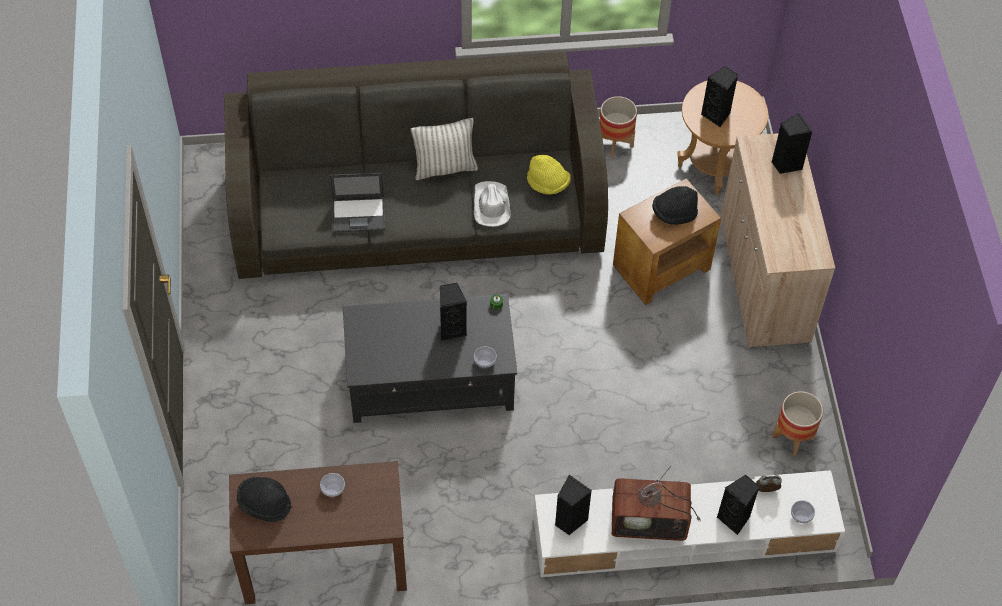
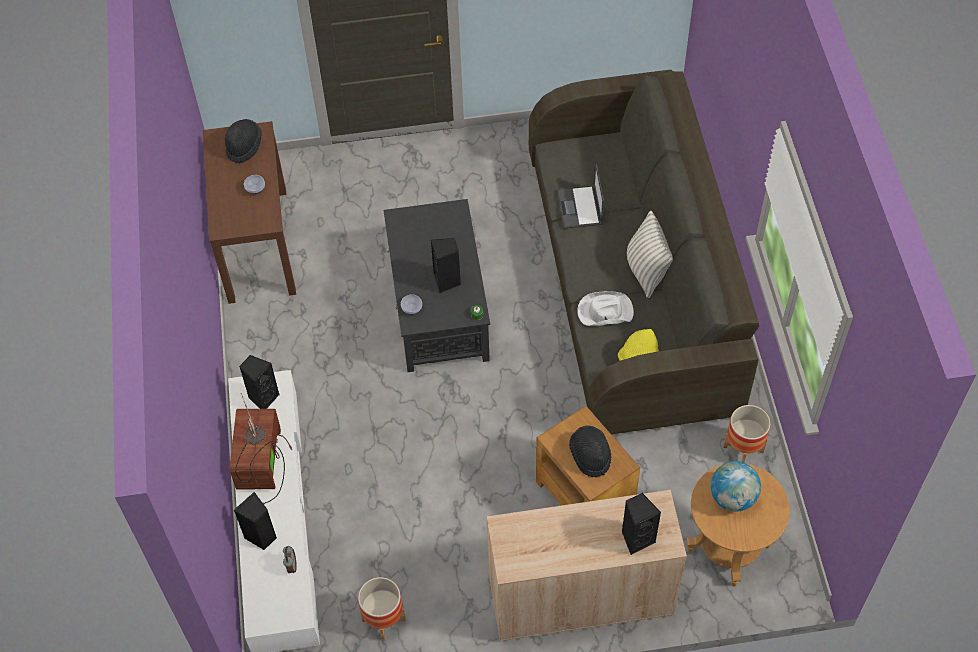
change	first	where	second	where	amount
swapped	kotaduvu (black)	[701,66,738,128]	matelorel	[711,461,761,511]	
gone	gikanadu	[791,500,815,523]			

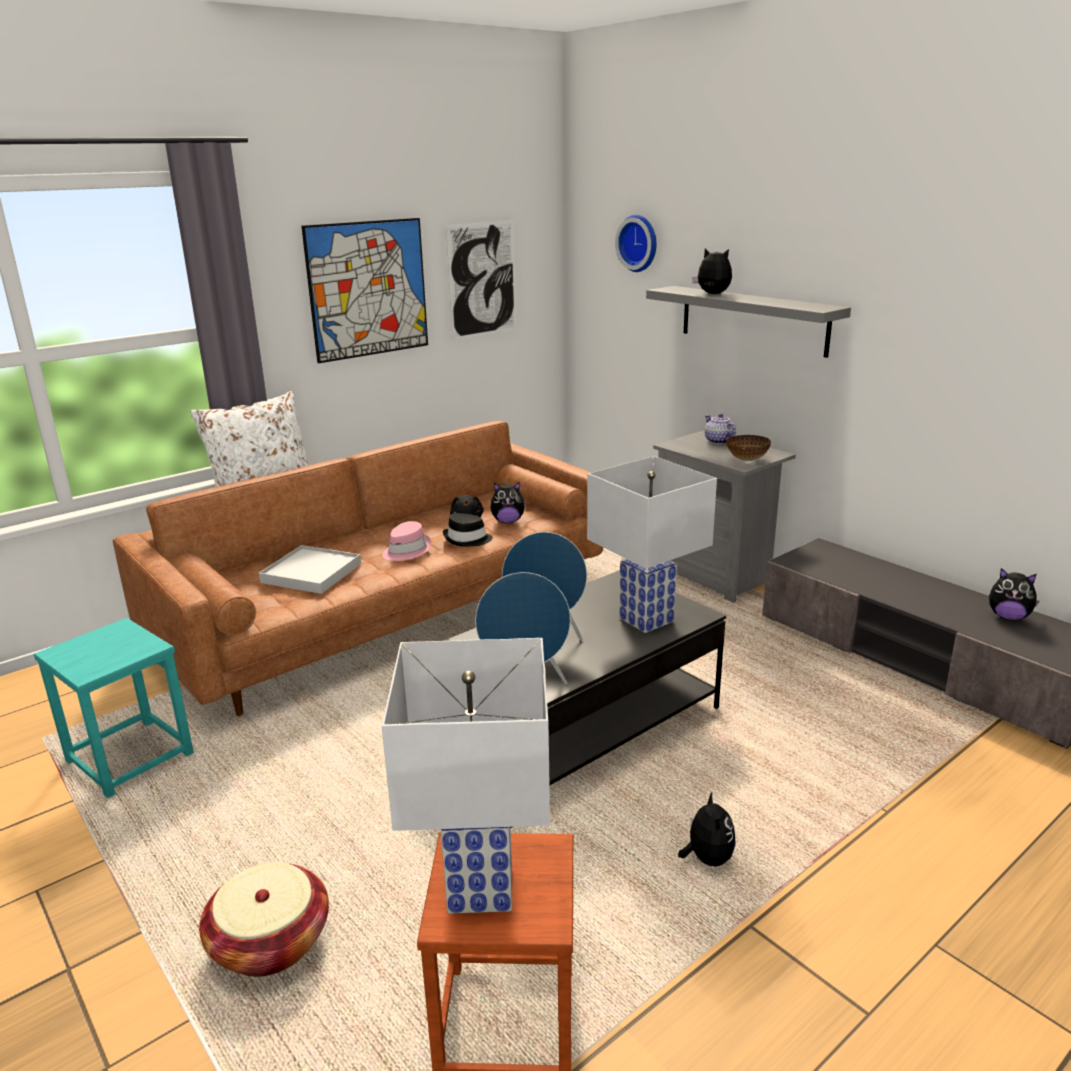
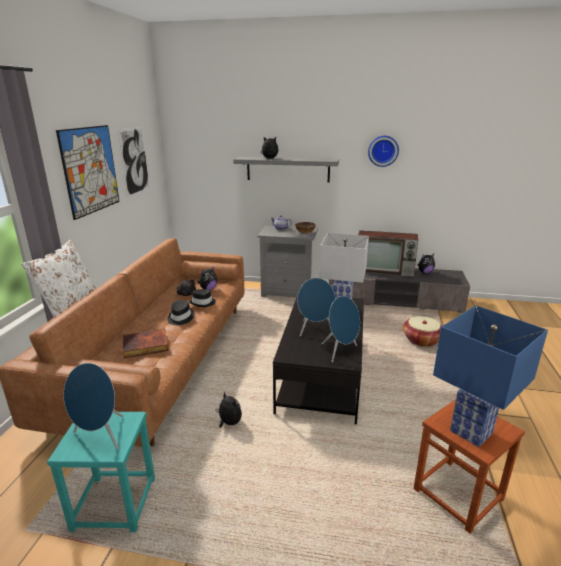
change	first	where	second	where	amount
shifted	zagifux	[199,862,329,977]		[403,316,442,347]	
swapped	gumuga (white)	[259,545,361,594]	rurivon	[123,329,169,358]	
repainted	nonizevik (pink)	[382,521,431,561]	nonizevik (black)	[168,300,194,325]	
repainted	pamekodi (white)	[382,638,550,914]	pamekodi (blue)	[433,306,548,447]	
shifted	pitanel	[615,215,656,272]		[368,136,399,167]	
shifted	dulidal	[678,792,736,866]		[216,392,242,428]	
new			kotaduvu (blue)	[63,363,124,450]	
new			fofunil	[358,230,418,277]	

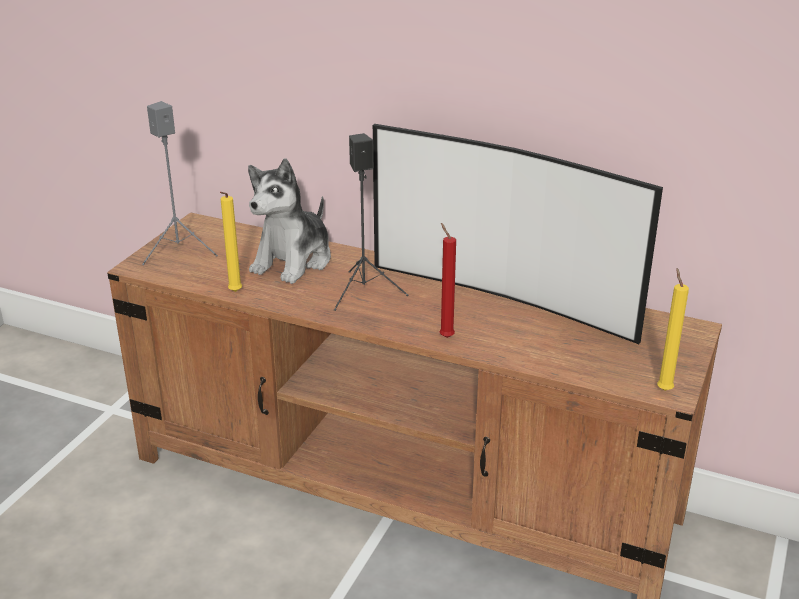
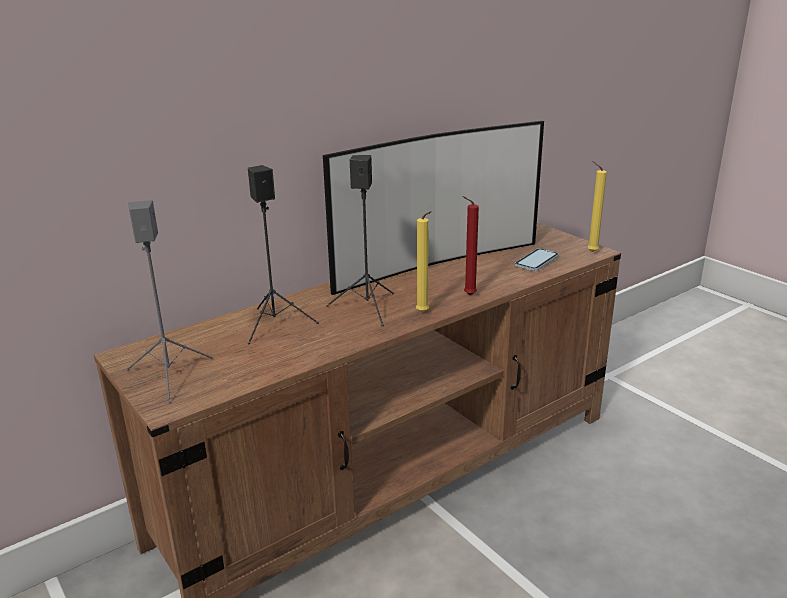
change	first	where	second	where	amount
shifted	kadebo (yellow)	[220,192,242,292]		[416,211,432,313]	
swapped	dulidal	[248,158,331,284]	kotaduvu (black)	[248,165,319,344]	
new			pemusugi	[515,248,559,271]	

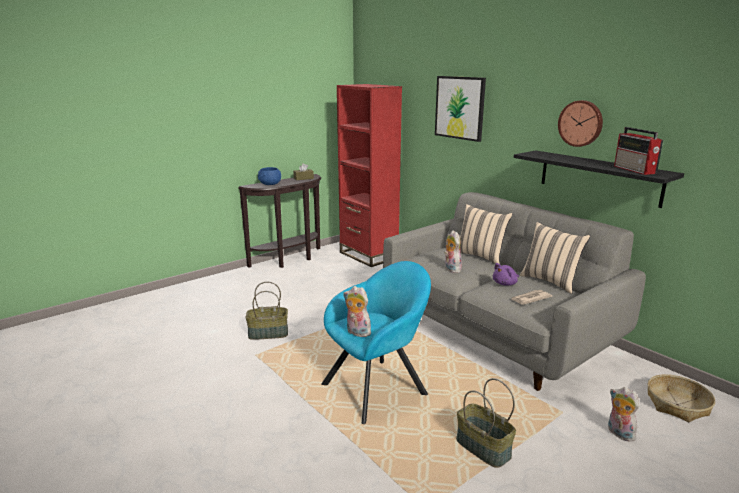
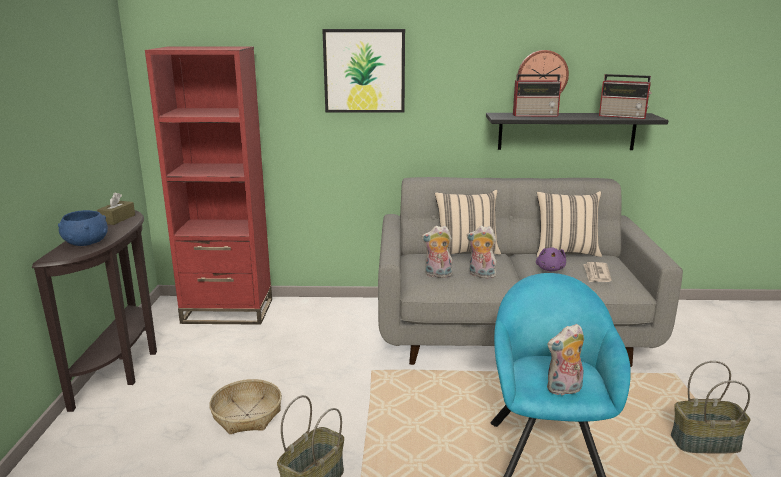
change	first	where	second	where	amount
shifted	dulidal	[608,387,639,442]		[421,226,453,278]	
shifted	zagifux	[648,374,715,422]		[209,379,282,434]	
new			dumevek	[513,74,562,116]	

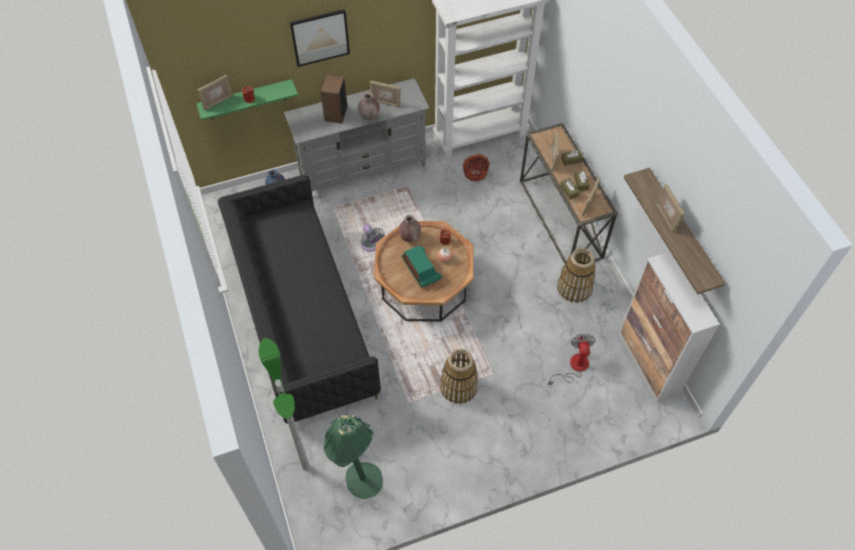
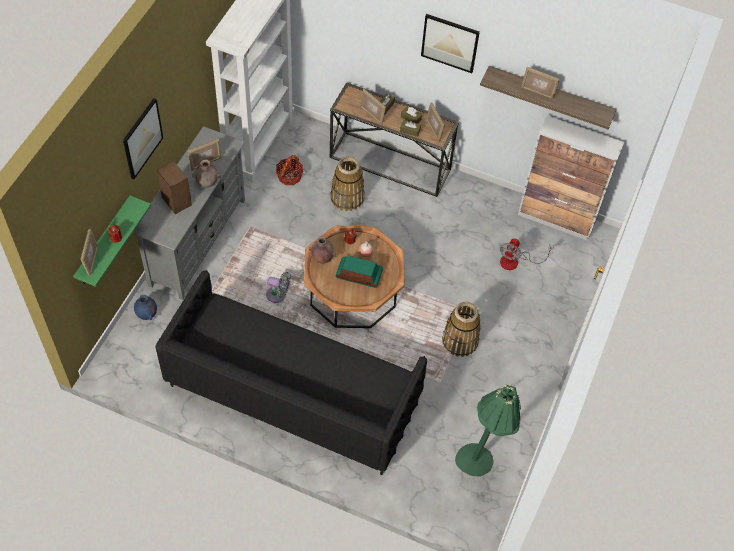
change	first	where	second	where	amount
gone	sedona	[259,338,310,471]			
rotated	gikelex	[548,334,596,385]		[500,238,554,270]	105 degrees counterclockwise
shifted	zagifux	[557,248,595,303]		[331,156,365,211]	
new			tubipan	[421,14,480,73]	

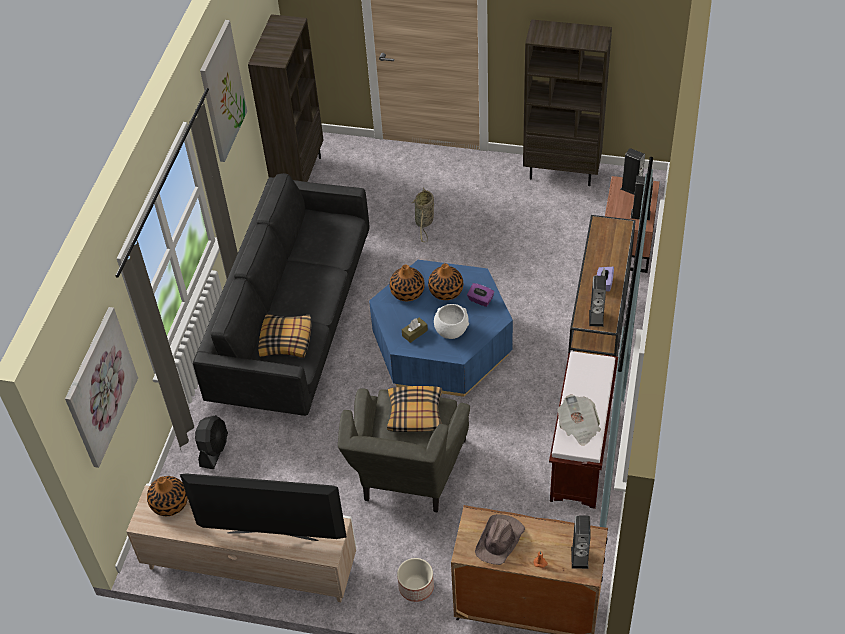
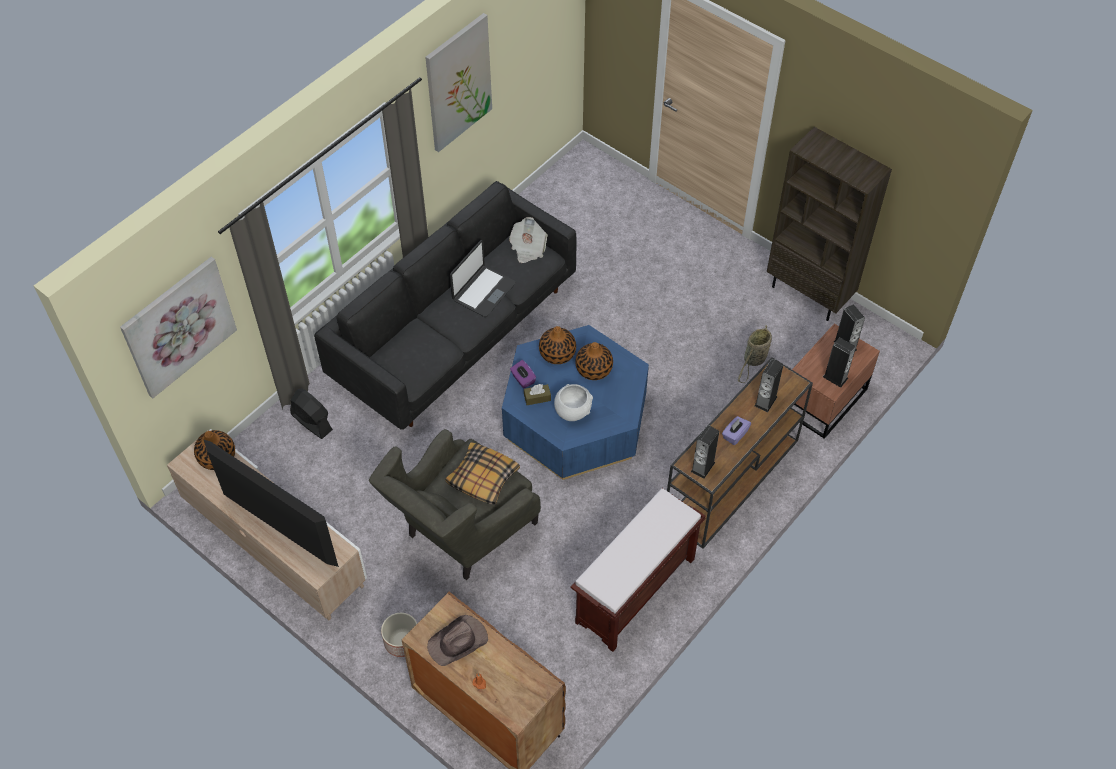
change	first	where	second	where	amount
rotated	gikelex (black)	[195,415,228,469]		[290,388,333,439]	90 degrees counterclockwise
gone	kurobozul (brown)	[248,14,324,182]			
gone	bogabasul	[258,314,311,358]			
shifted	zagifux	[412,187,434,242]		[738,325,772,383]	
shifted	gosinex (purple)	[467,283,494,307]		[510,360,536,389]	
shifted	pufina	[557,394,601,446]		[509,217,548,263]	
shifted	kotaduvu	[571,515,591,569]		[755,359,783,412]	
new			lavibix	[450,240,516,317]	

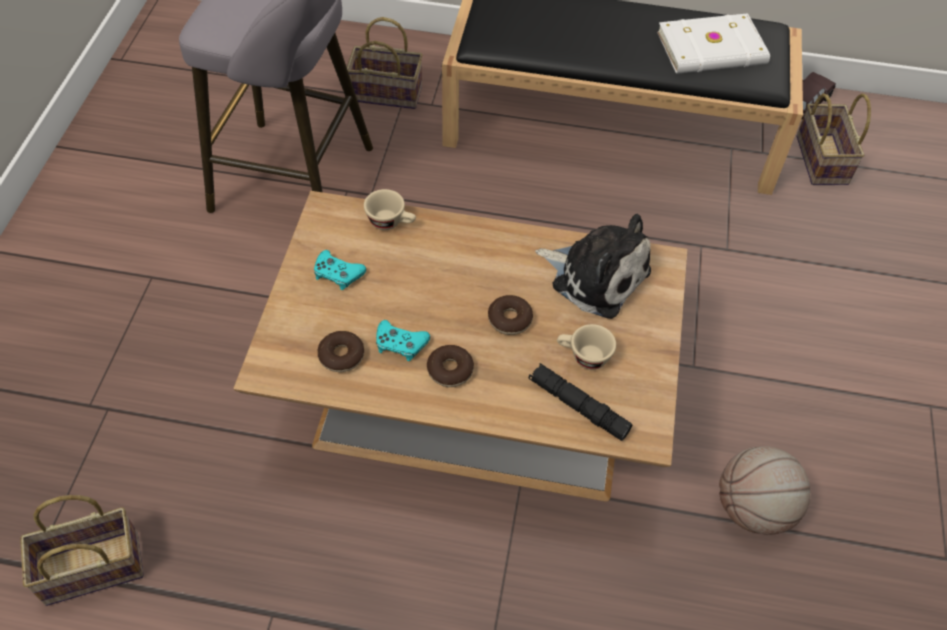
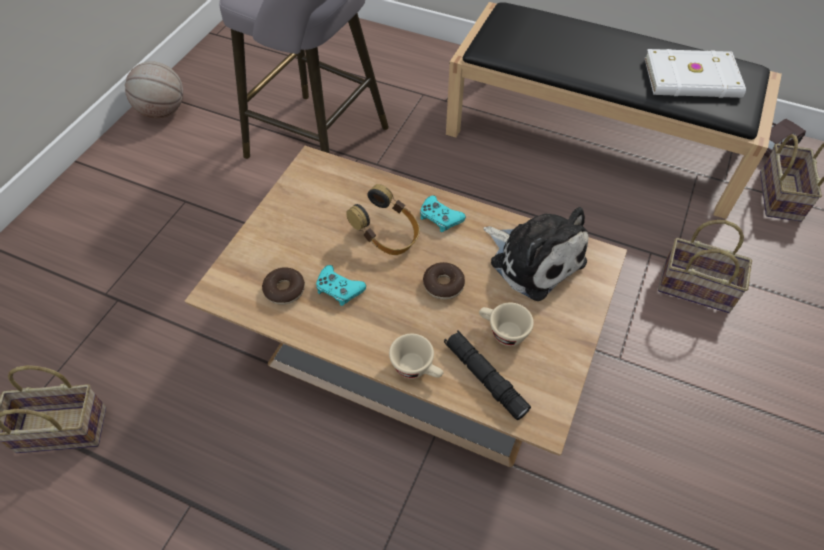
change	first	where	second	where	amount
shifted	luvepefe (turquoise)	[314,250,366,290]		[420,195,466,232]	
shifted	zagifux	[347,17,423,109]		[658,220,752,313]	
shifted	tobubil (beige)	[364,189,416,230]		[389,334,444,379]	
gone	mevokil	[427,345,474,387]			
shifted	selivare	[719,446,810,535]		[125,61,183,118]	
new			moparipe	[346,184,420,255]	

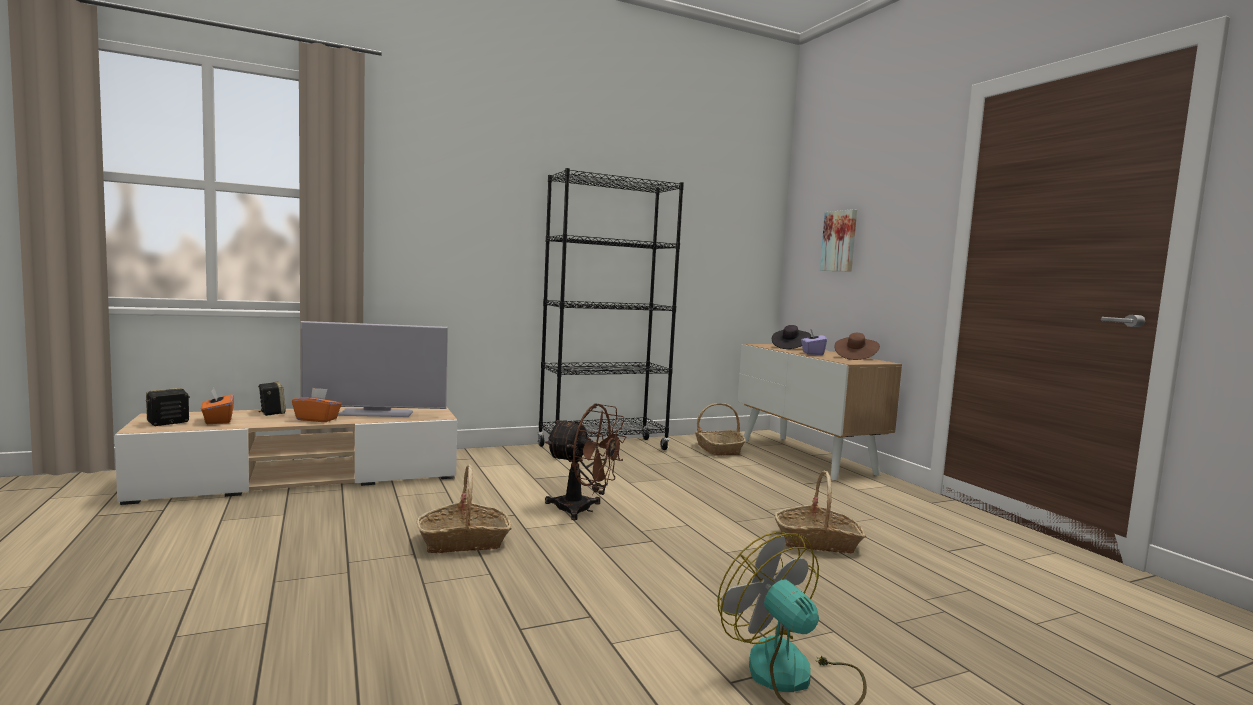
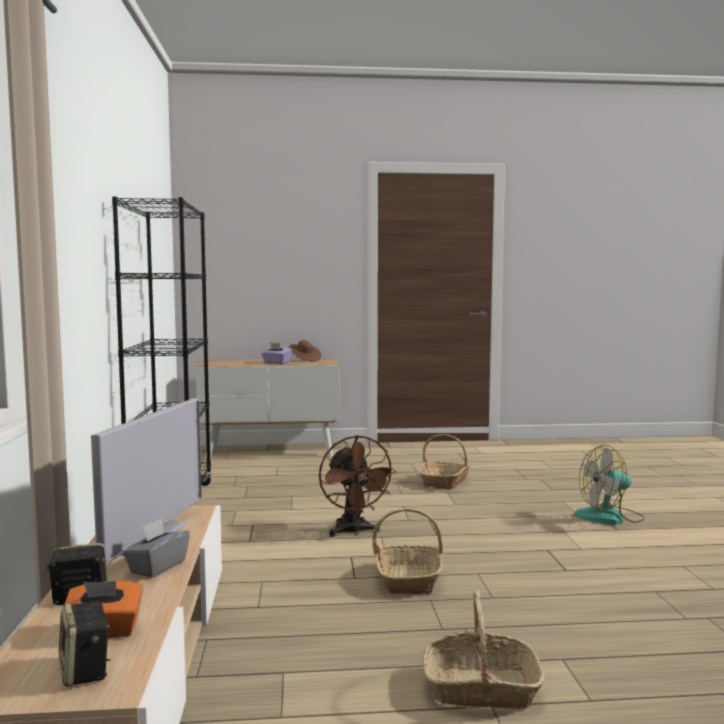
change	first	where	second	where	amount
repainted	gosinex (orange)	[292,388,342,422]	gosinex (grey)	[123,519,190,578]	
rotated	gikelex (brown)	[545,403,627,520]		[319,435,396,537]	120 degrees clockwise
shifted	zagifux	[695,403,746,456]		[422,590,545,709]	
gone	nonizevik (black)	[772,325,811,349]			
gone	tubipan	[820,209,857,271]			

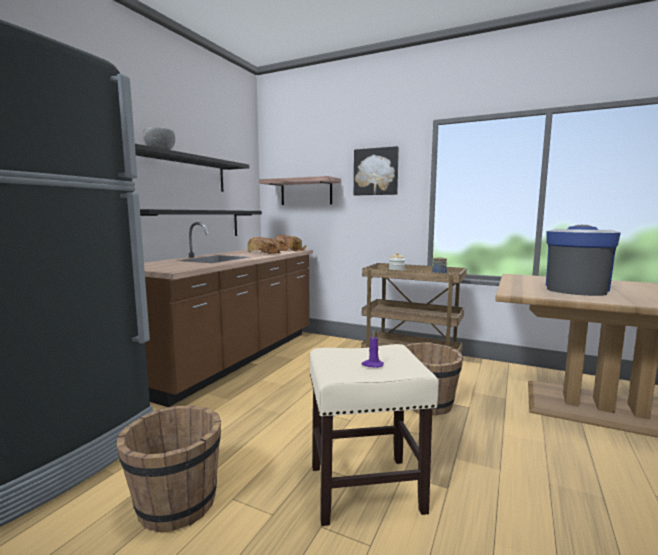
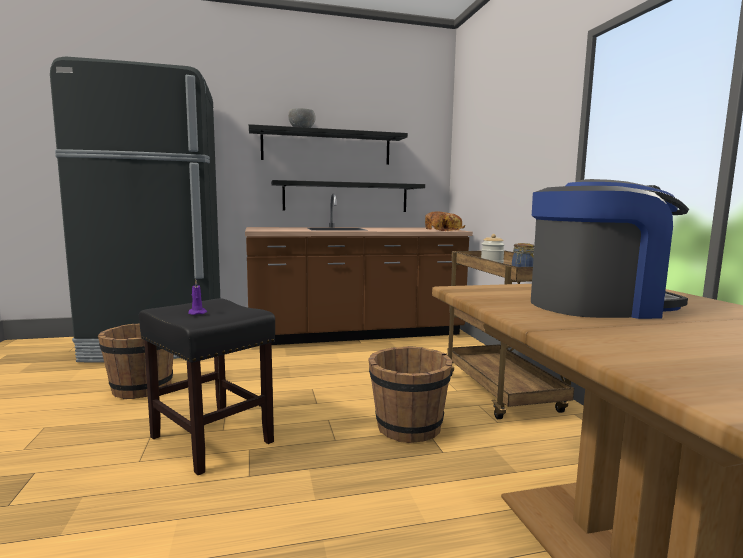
change	first	where	second	where	amount
gone	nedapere	[247,237,281,254]			
gone	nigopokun	[259,176,341,205]			
repainted	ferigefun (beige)	[310,344,439,526]	ferigefun (black)	[139,298,275,475]	
gone	tubipan	[354,146,399,195]			

